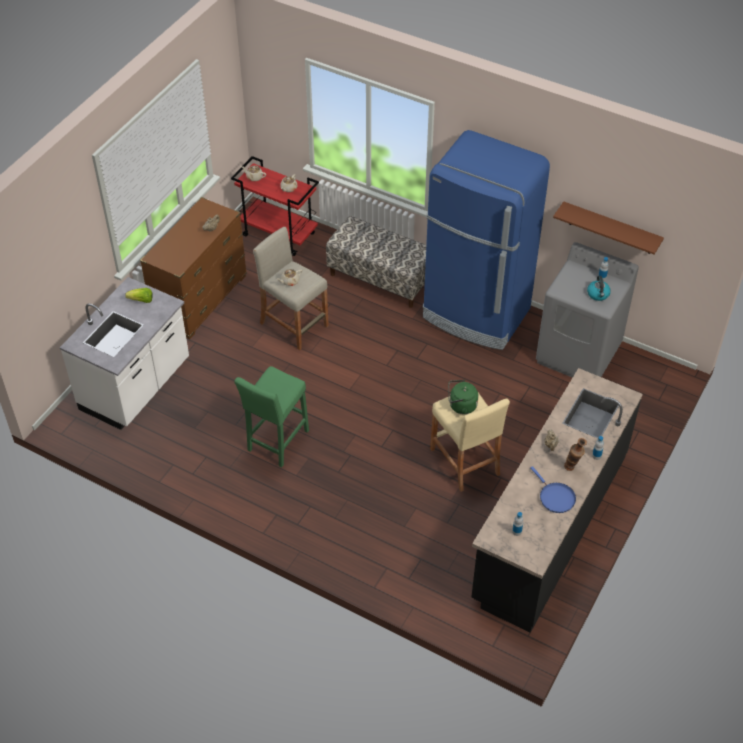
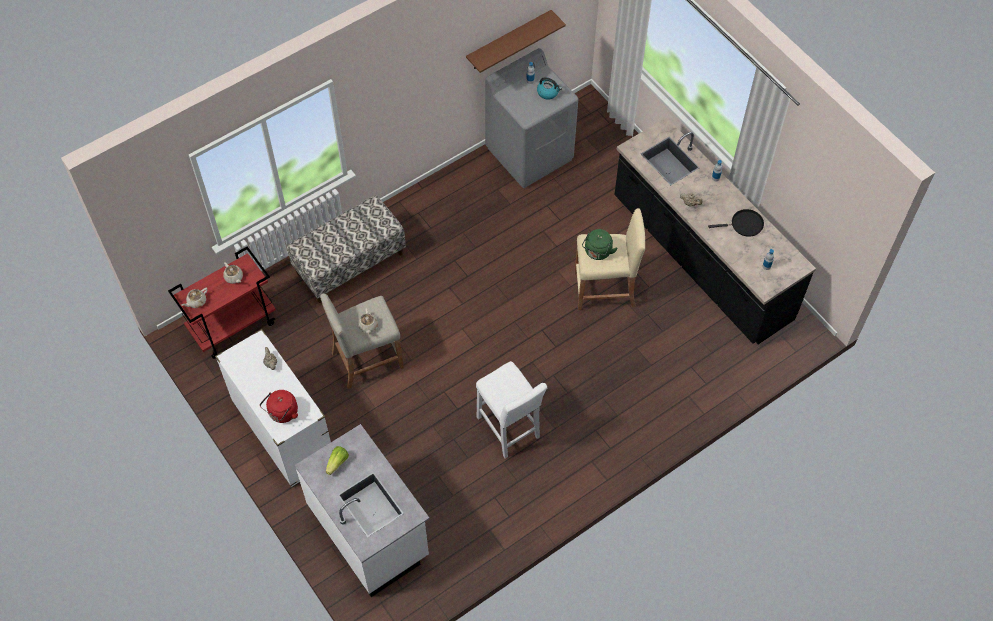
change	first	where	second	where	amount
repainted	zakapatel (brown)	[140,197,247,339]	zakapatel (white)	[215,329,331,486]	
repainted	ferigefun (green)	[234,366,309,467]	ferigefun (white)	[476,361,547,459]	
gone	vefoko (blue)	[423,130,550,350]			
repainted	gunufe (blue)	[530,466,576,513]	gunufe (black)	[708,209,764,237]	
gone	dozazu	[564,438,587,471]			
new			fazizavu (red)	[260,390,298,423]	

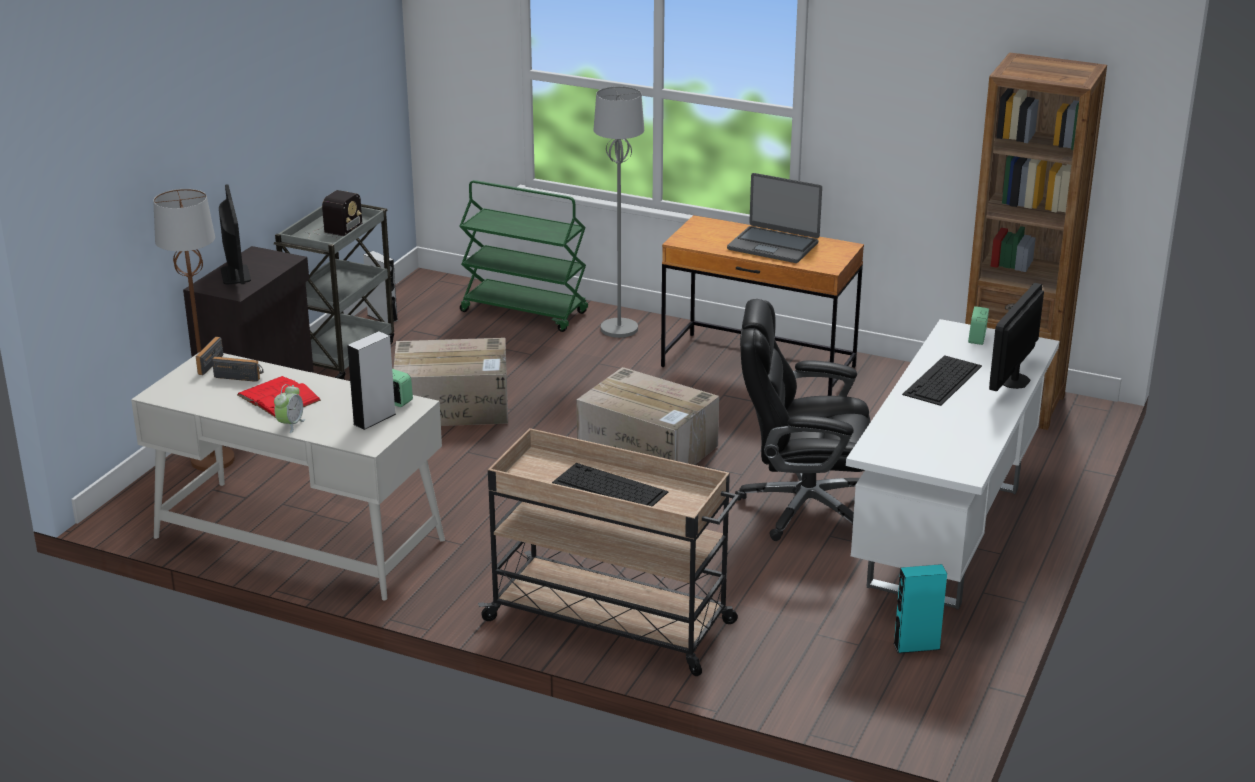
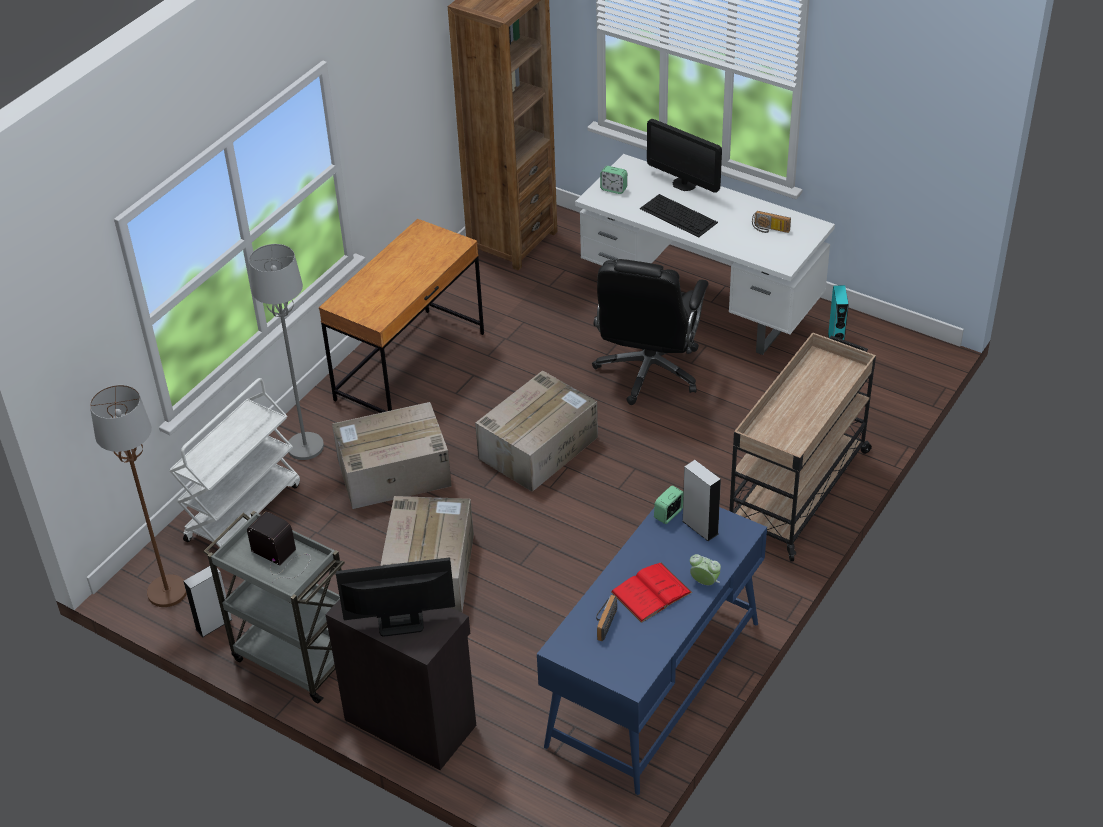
change	first	where	second	where	amount
repainted	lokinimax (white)	[131,353,445,600]	lokinimax (blue)	[537,507,767,795]	
shifted	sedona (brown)	[153,189,235,471]		[90,385,187,607]	
shifted	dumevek	[196,337,224,375]		[752,211,791,233]	
repainted	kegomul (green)	[459,180,588,332]	kegomul (white)	[169,378,300,547]	
gone	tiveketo	[552,463,668,507]			
gone	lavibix	[727,173,822,263]			
new			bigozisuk	[332,402,452,509]	

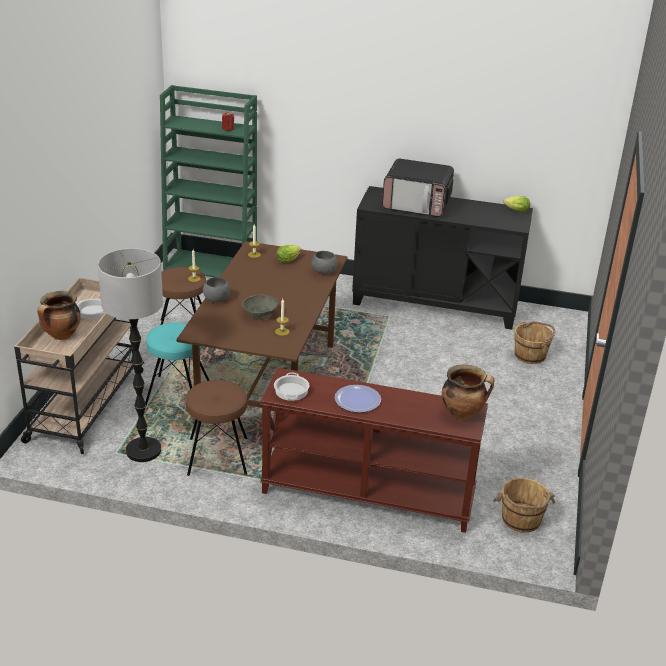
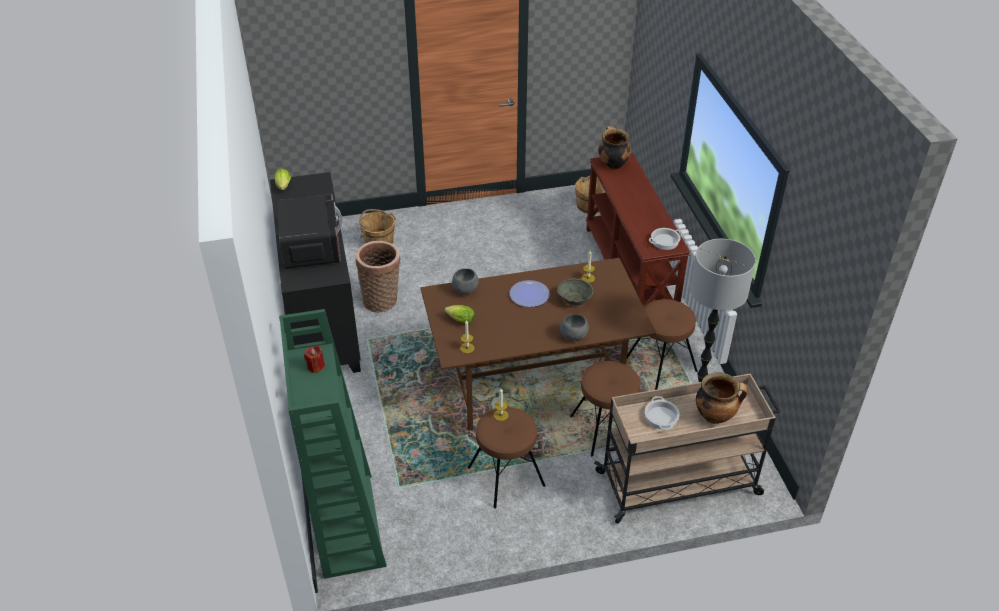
change	first	where	second	where	amount
repainted	ferigefun (turquoise)	[145,322,210,406]	ferigefun (brown)	[570,361,640,456]	
shifted	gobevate	[335,385,381,412]		[510,280,550,307]	
new			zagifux	[356,241,401,312]	

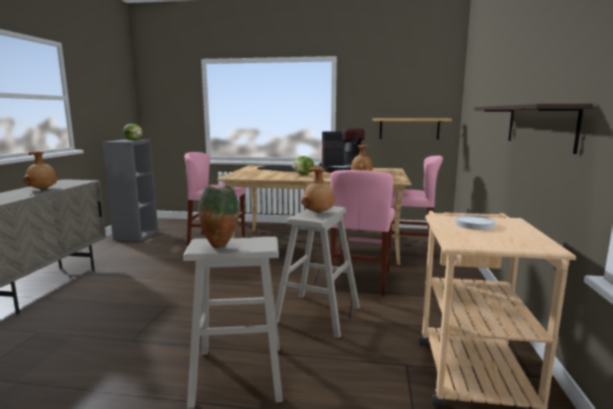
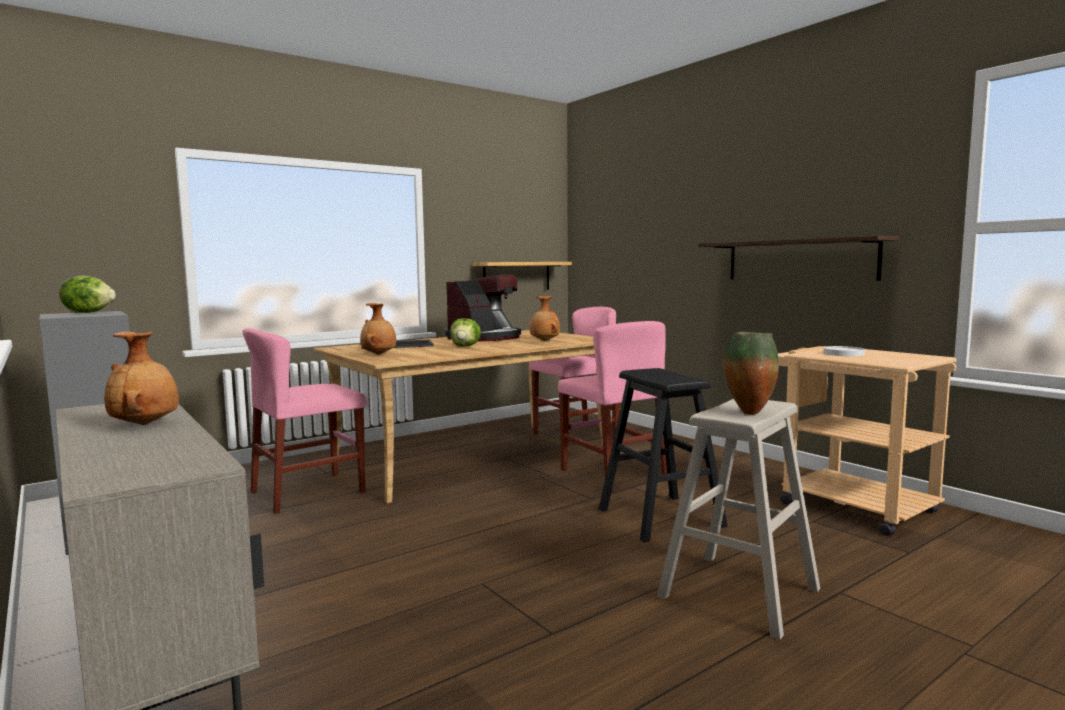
change	first	where	second	where	amount
repainted	ferigefun (beige)	[275,206,360,338]	ferigefun (black)	[599,368,728,542]	
shifted	dozazu (brown)	[301,167,334,213]		[360,303,396,355]	

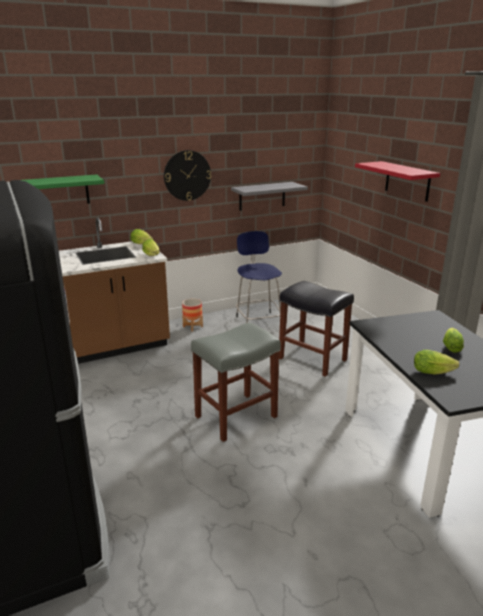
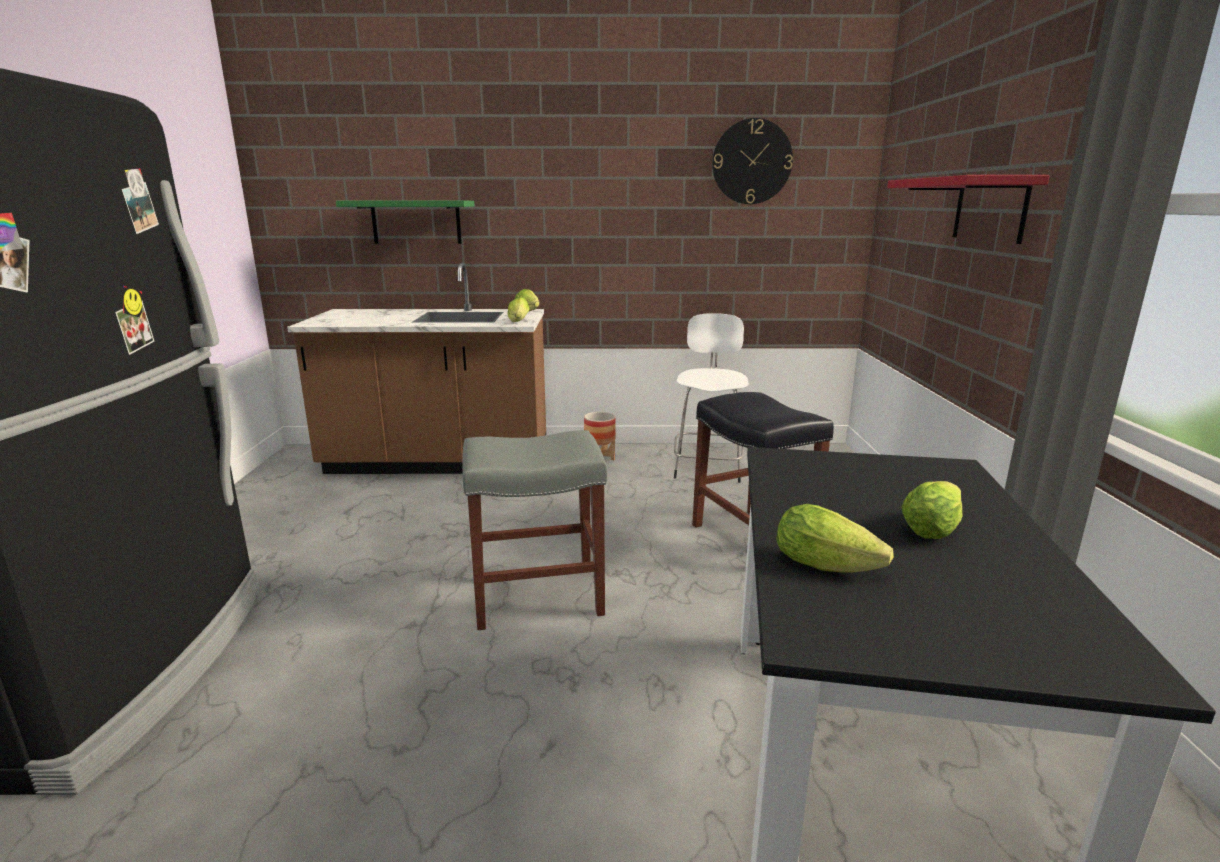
change	first	where	second	where	amount
shifted	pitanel	[164,150,211,201]		[712,118,793,204]	
gone	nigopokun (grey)	[231,182,308,211]			
repainted	ferigefun (blue)	[236,231,282,323]	ferigefun (white)	[674,313,749,483]	

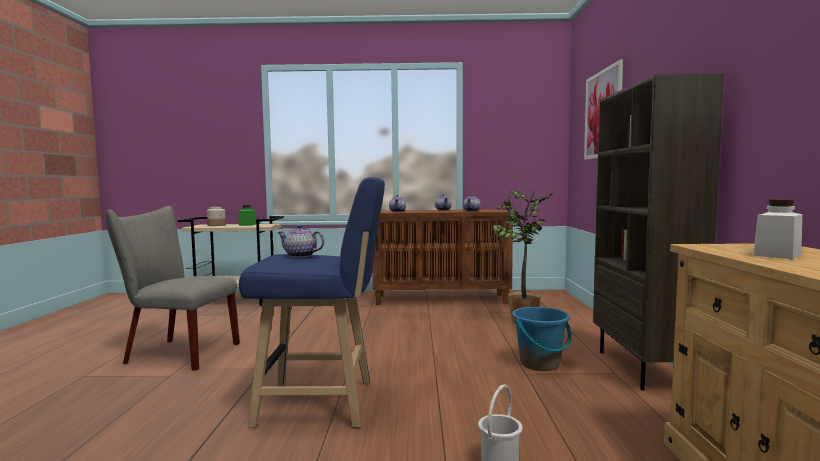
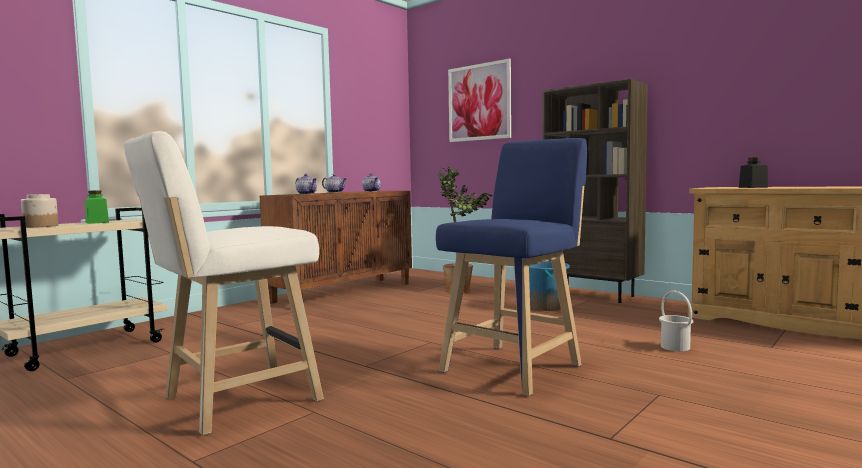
change	first	where	second	where	amount
swapped	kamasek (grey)	[106,206,240,371]	ferigefun (white)	[124,131,324,435]	
gone	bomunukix	[277,225,324,258]			
repainted	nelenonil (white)	[753,199,802,259]	nelenonil (black)	[739,157,768,188]	

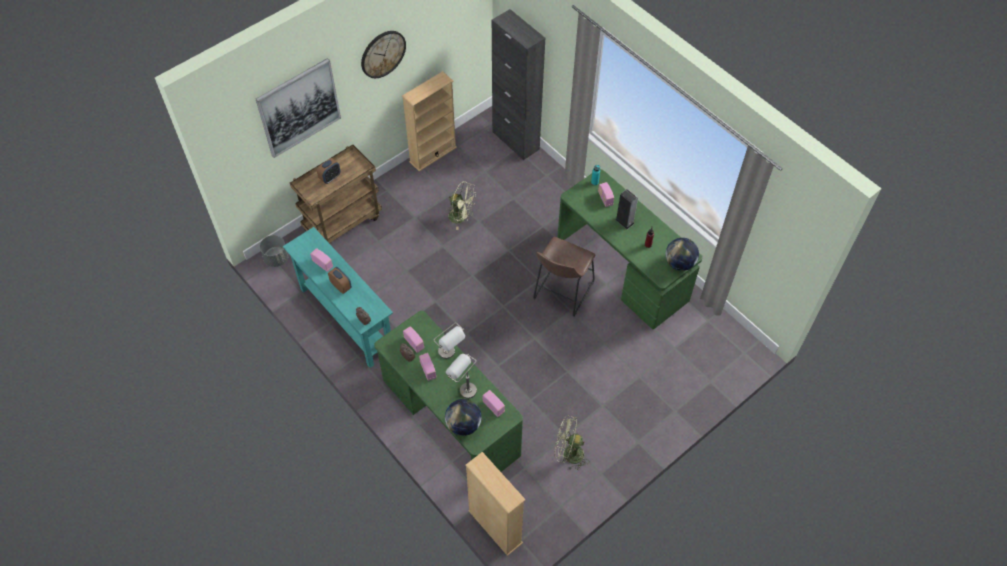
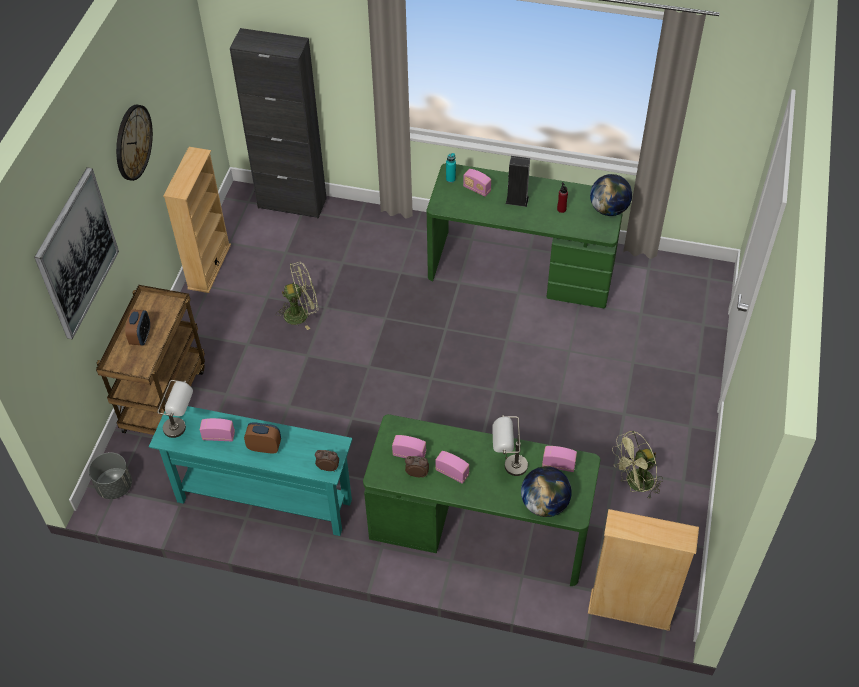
change	first	where	second	where	amount
shifted	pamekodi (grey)	[433,323,465,359]		[157,380,193,438]	
gone	ferigefun (brown)	[533,237,595,317]			

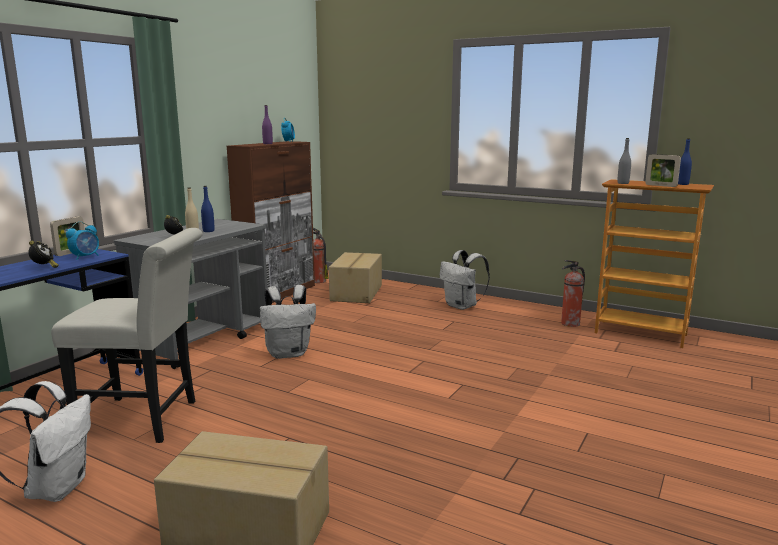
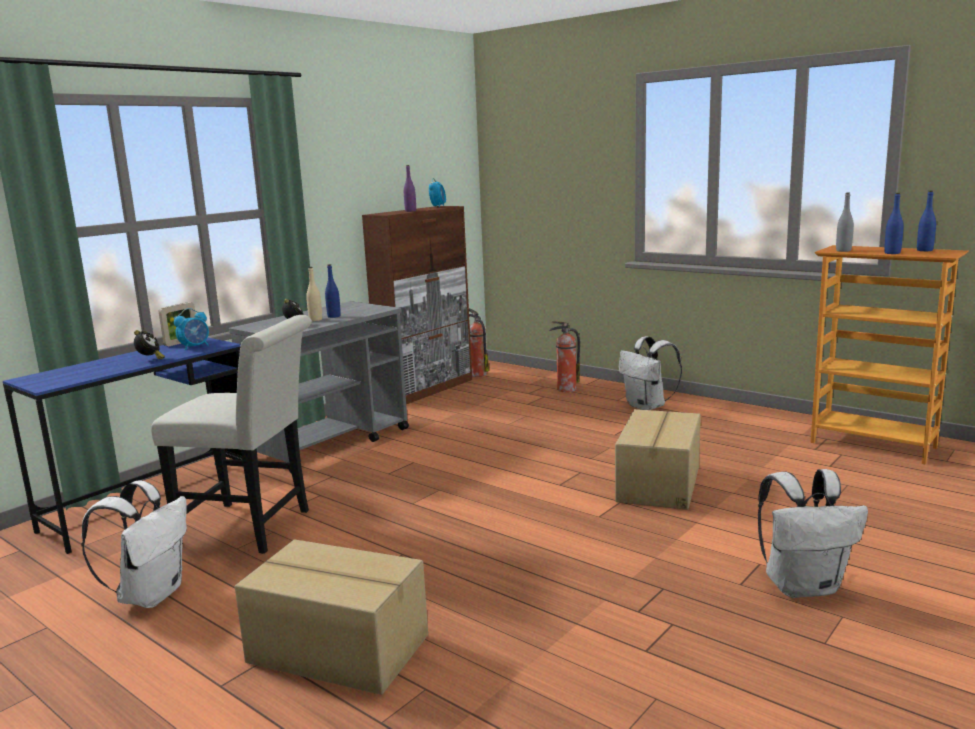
change	first	where	second	where	amount
shifted	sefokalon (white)	[260,285,316,359]		[758,469,868,598]	
shifted	bigozisuk	[329,252,382,303]		[615,409,701,510]	
shifted	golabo	[561,260,585,327]		[549,321,580,392]	
swapped	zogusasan	[645,154,681,187]	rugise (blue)	[884,193,904,254]	

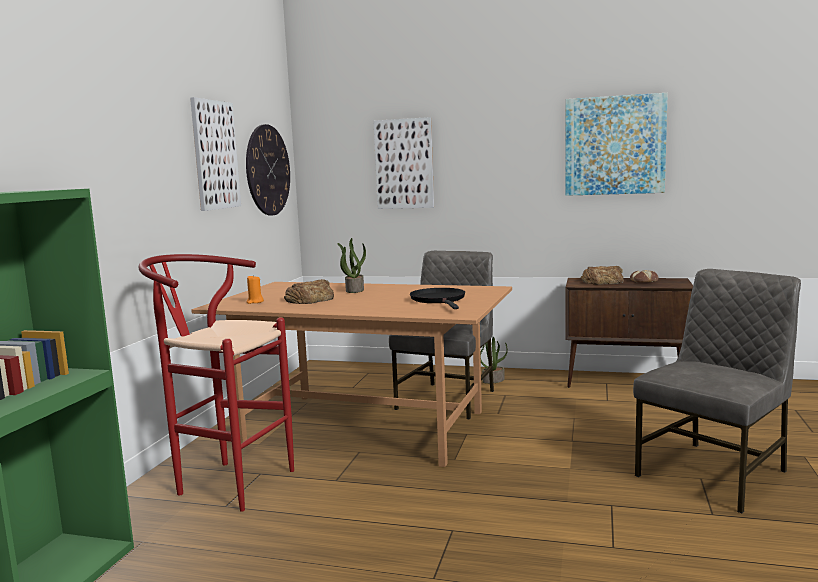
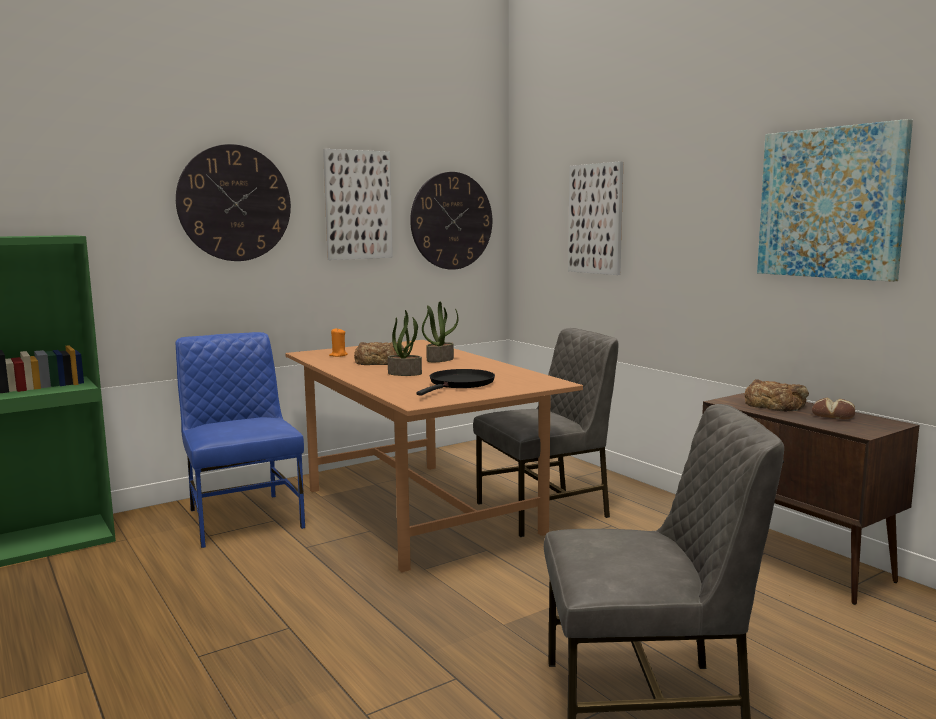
change	first	where	second	where	amount
swapped	ferigefun (red)	[139,254,294,512]	kamasek (blue)	[175,332,305,548]	
shifted	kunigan	[480,337,508,384]		[388,310,422,376]	
new			pitanel	[176,144,291,261]	

